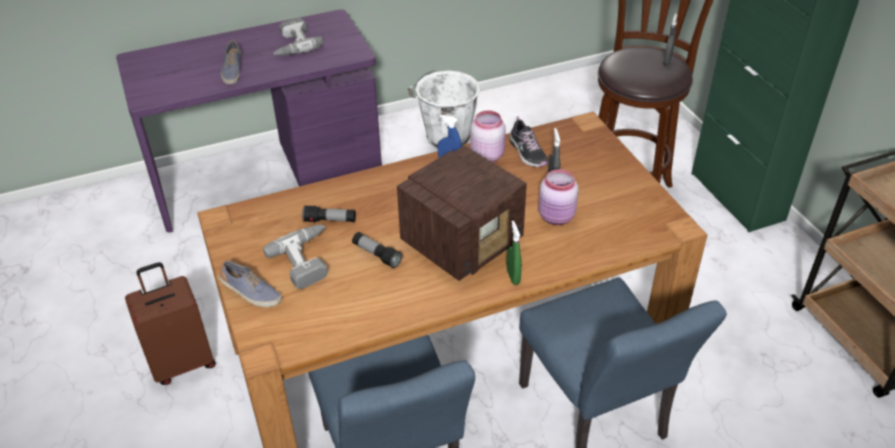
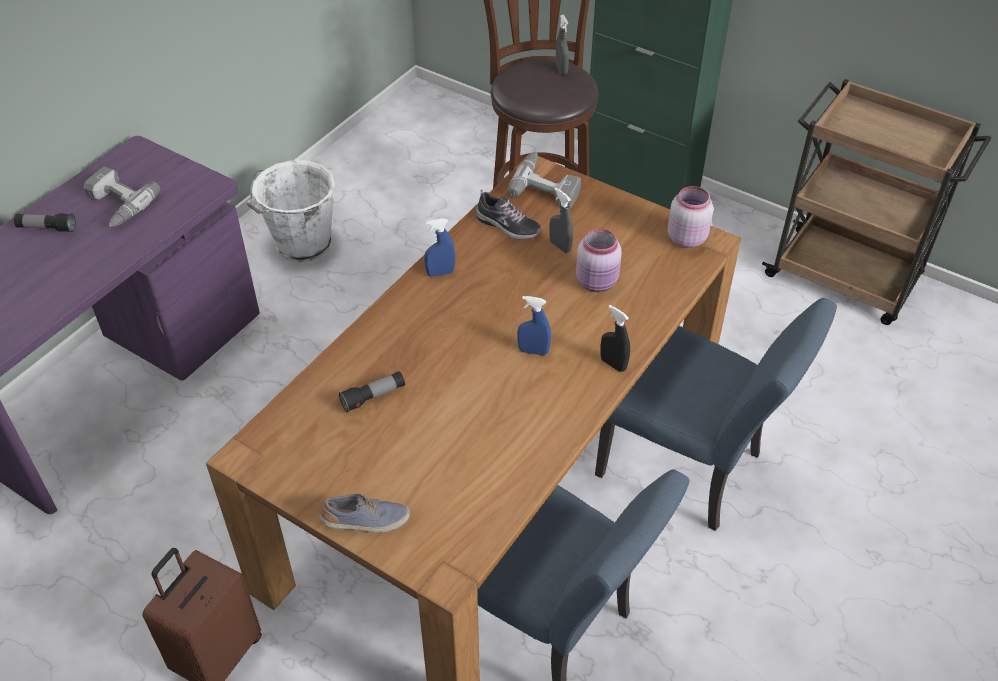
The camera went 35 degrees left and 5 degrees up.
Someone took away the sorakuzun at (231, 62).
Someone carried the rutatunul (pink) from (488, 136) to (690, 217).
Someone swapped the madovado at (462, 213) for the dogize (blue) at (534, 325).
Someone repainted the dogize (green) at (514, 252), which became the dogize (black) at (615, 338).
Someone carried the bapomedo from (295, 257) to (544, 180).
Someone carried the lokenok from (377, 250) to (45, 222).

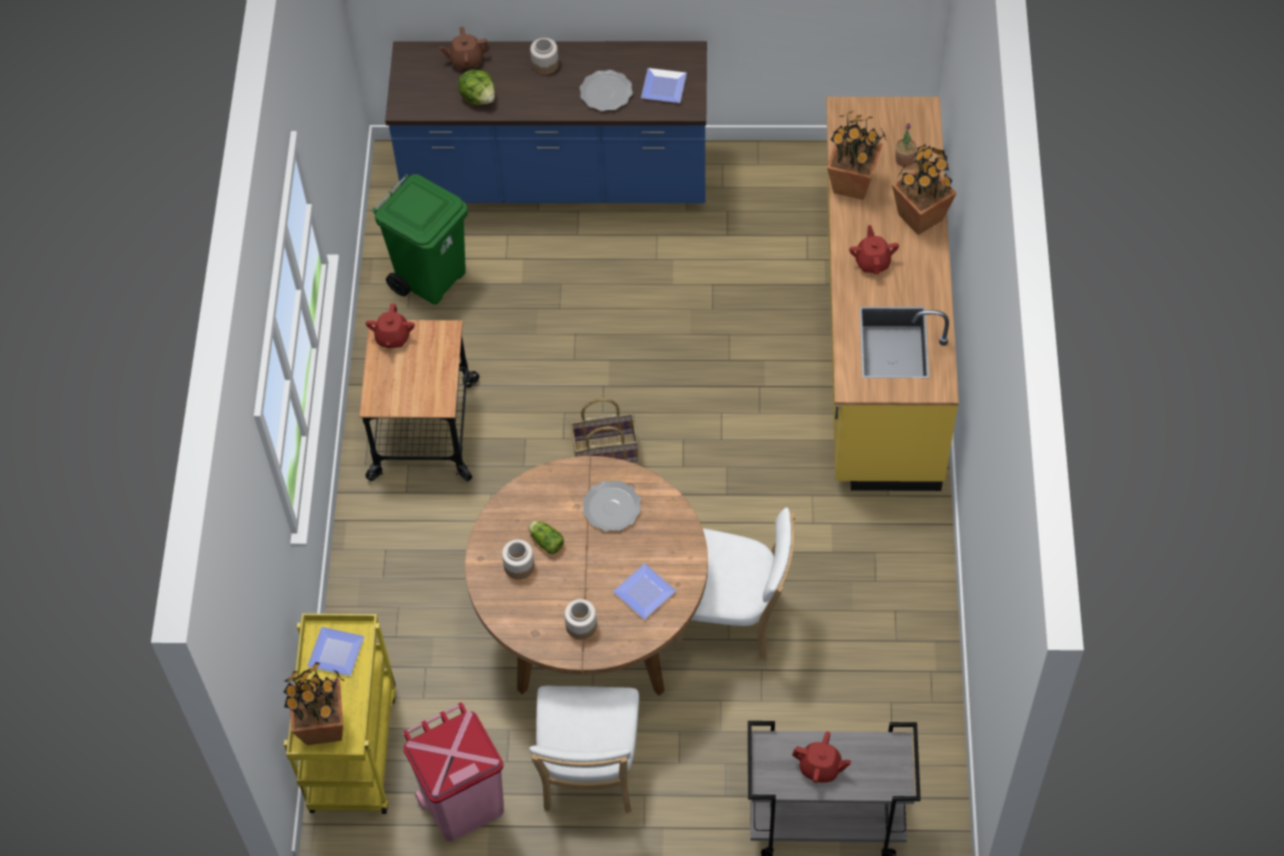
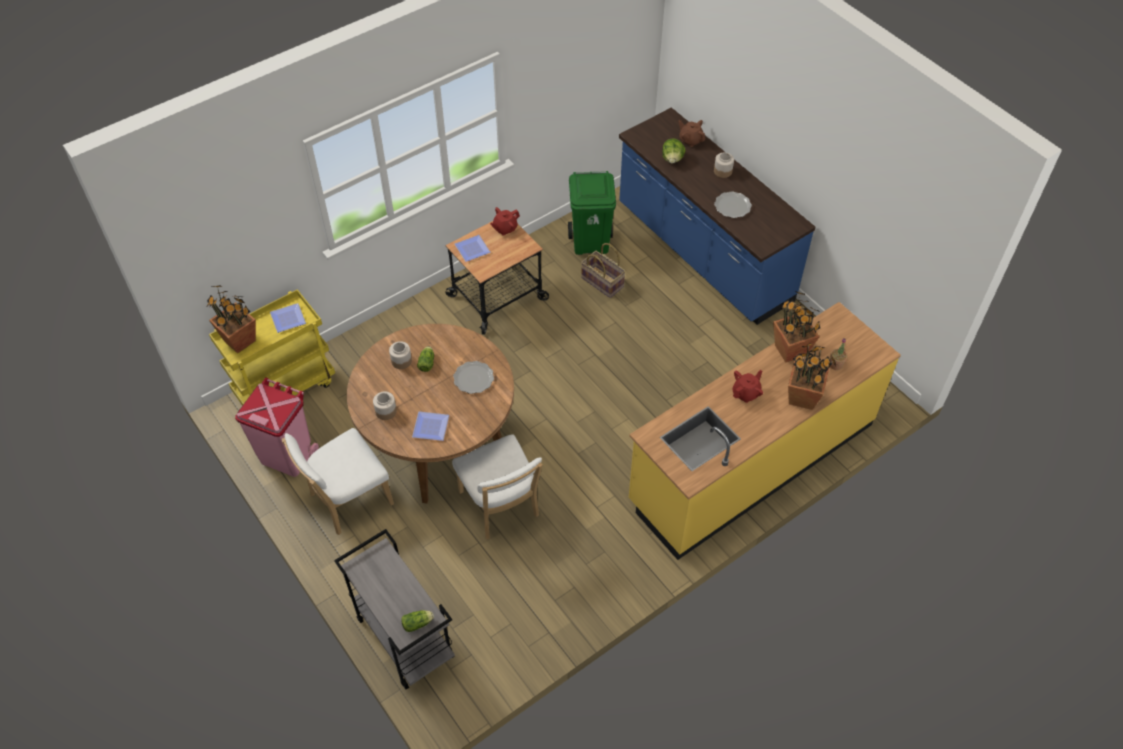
The camera went 50 degrees right and 5 degrees down.
Someone carried the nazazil from (664, 85) to (473, 248).
Someone carried the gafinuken from (604, 430) to (603, 270).
Someone took away the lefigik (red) at (821, 757).
Someone put down the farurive at (417, 621).

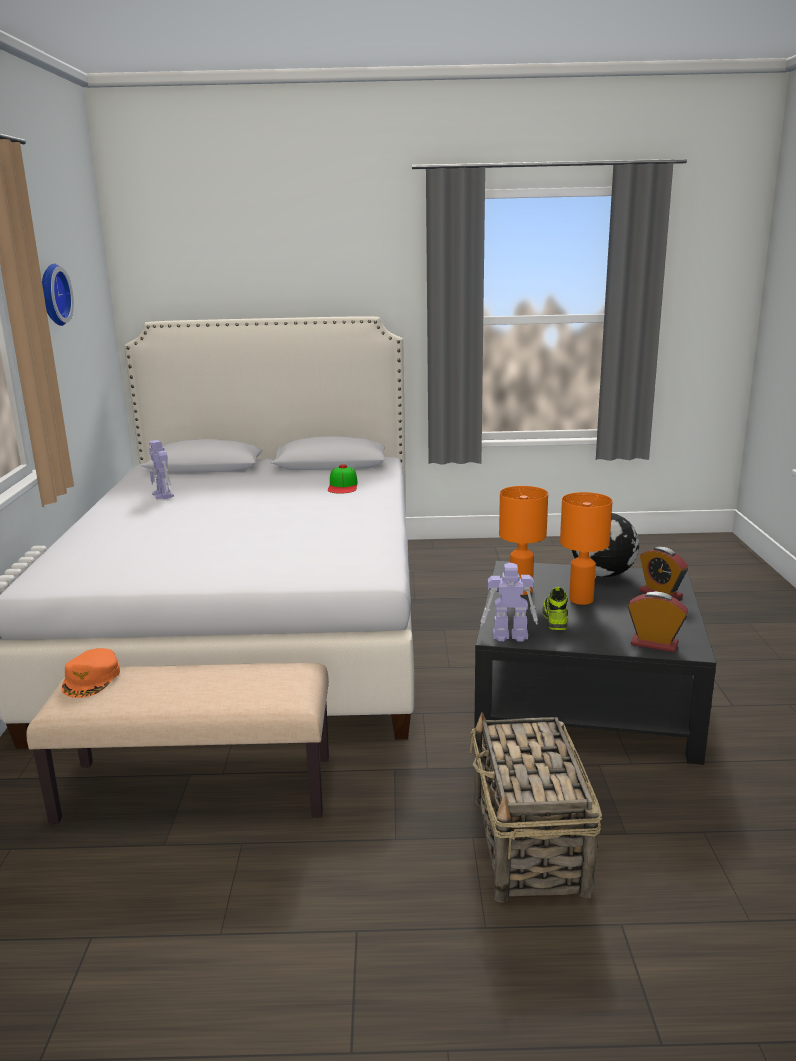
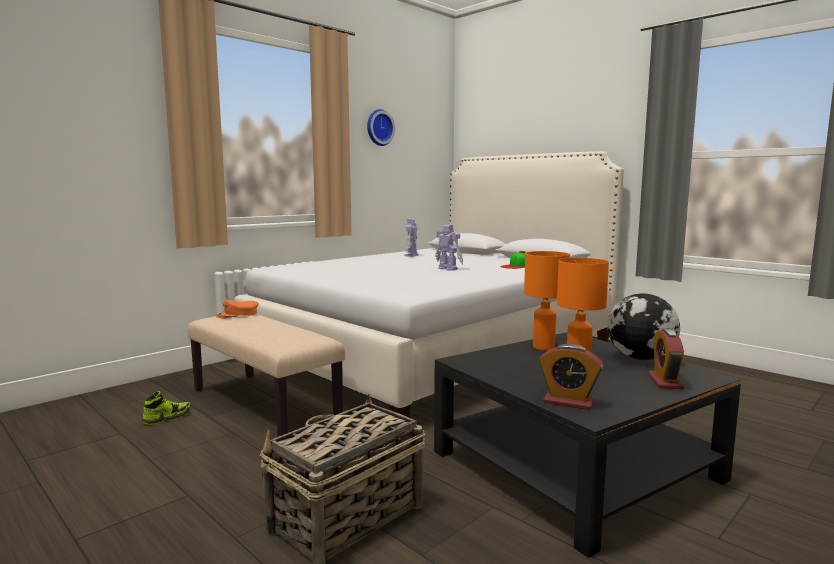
The camera went 45 degrees right and 10 degrees down.
Someone carried the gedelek from (509, 602) to (449, 248).
Someone carried the sorakuzun from (555, 608) to (166, 408).
Someone rotated the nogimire at (658, 622) by 135 degrees clockwise.

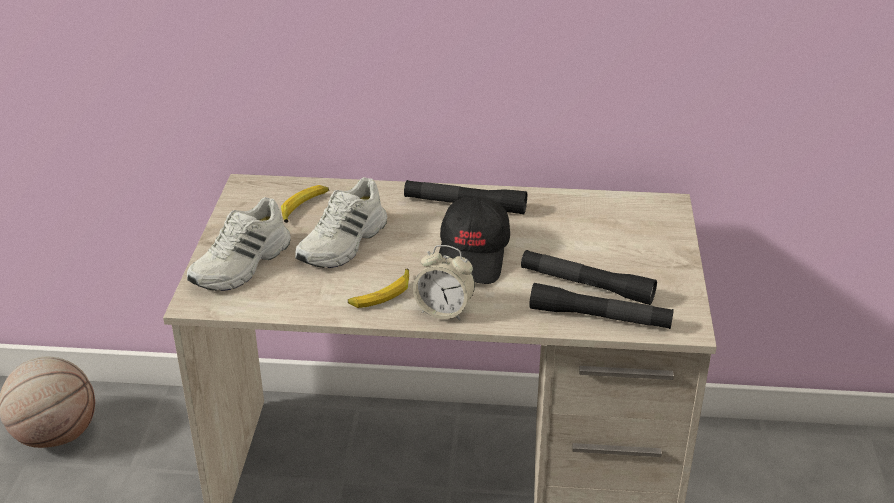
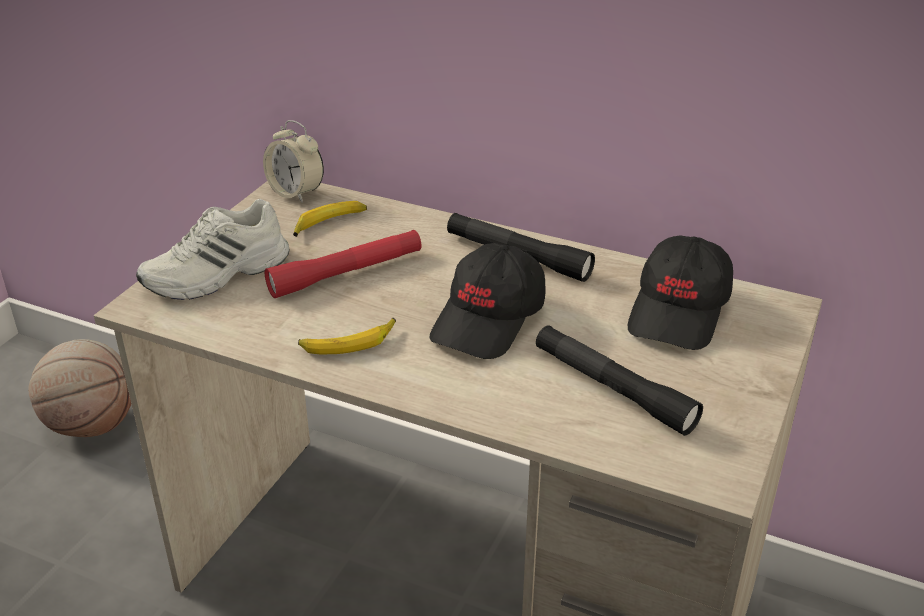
The camera went 20 degrees right and 0 degrees up.
Someone swapped the sorakuzun (white) at (341, 222) for the lokenok (red) at (343, 264).
Someone carried the nogimire from (444, 282) to (293, 161).
Someone took away the lokenok (black) at (601, 306).
Someone put down the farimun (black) at (680, 293).

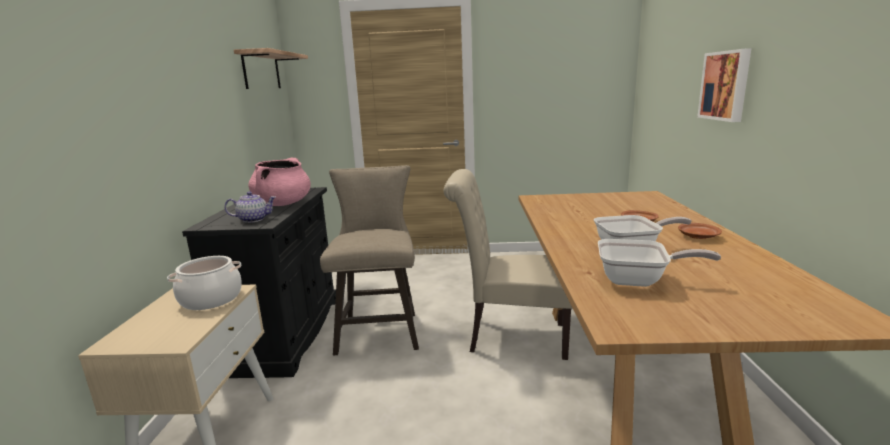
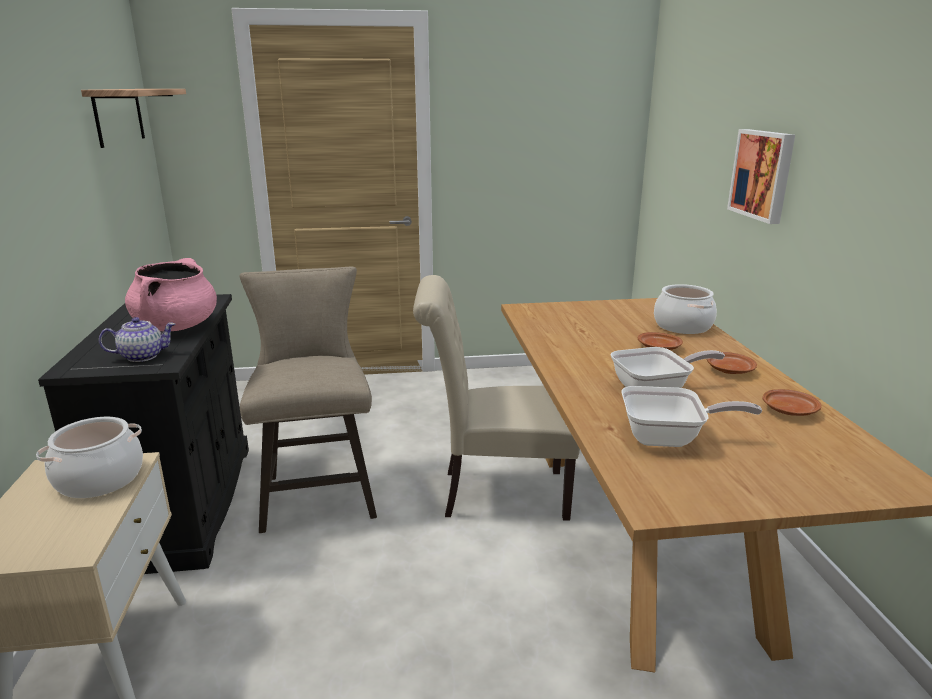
The camera went 10 degrees left and 5 degrees up.
Someone put down the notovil at (685, 309).
Someone put down the nazazil (brown) at (792, 402).

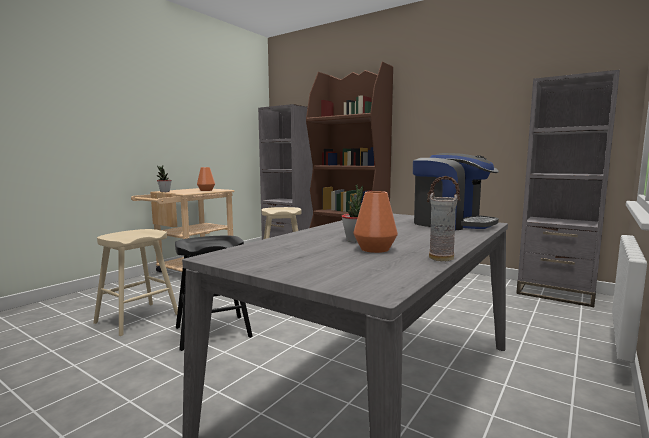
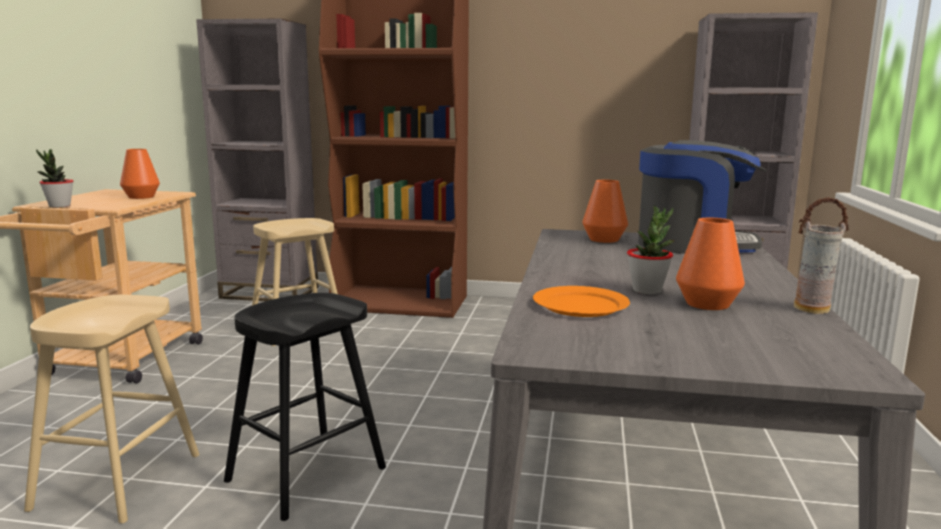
The camera went 25 degrees left and 5 degrees up.
Someone put down the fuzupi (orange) at (605, 211).
Someone put down the nazazil (orange) at (581, 301).

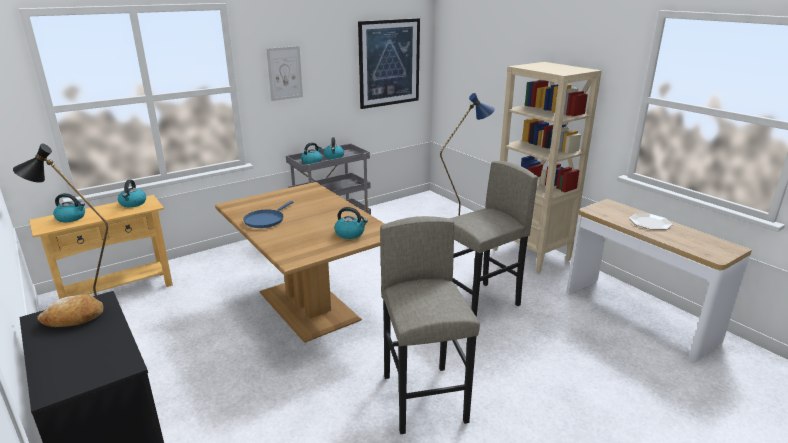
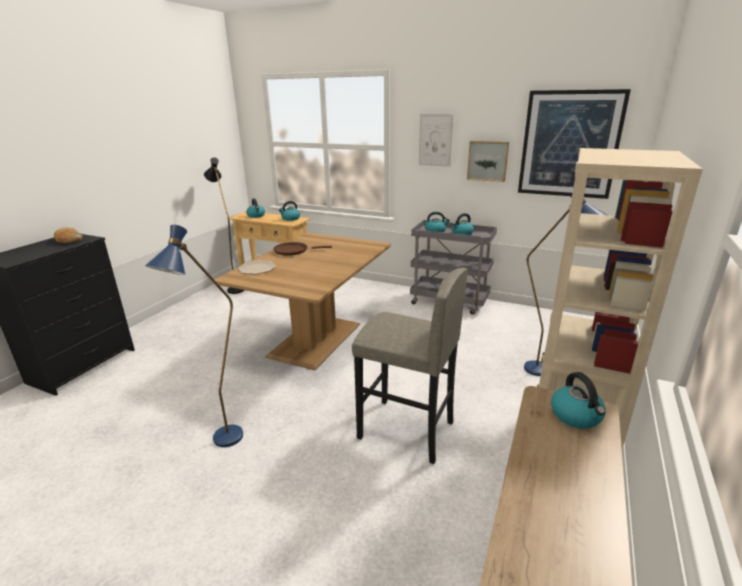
The camera went 60 degrees right and 0 degrees up.
Someone repainted the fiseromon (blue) at (268, 214), which became the fiseromon (brown) at (303, 249).
Someone carried the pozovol from (351, 223) to (578, 400).
Someone carried the nazazil from (651, 222) to (257, 267).
Someone swapped the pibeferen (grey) at (430, 325) for the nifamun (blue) at (194, 336).
Someone put up the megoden at (488, 161).

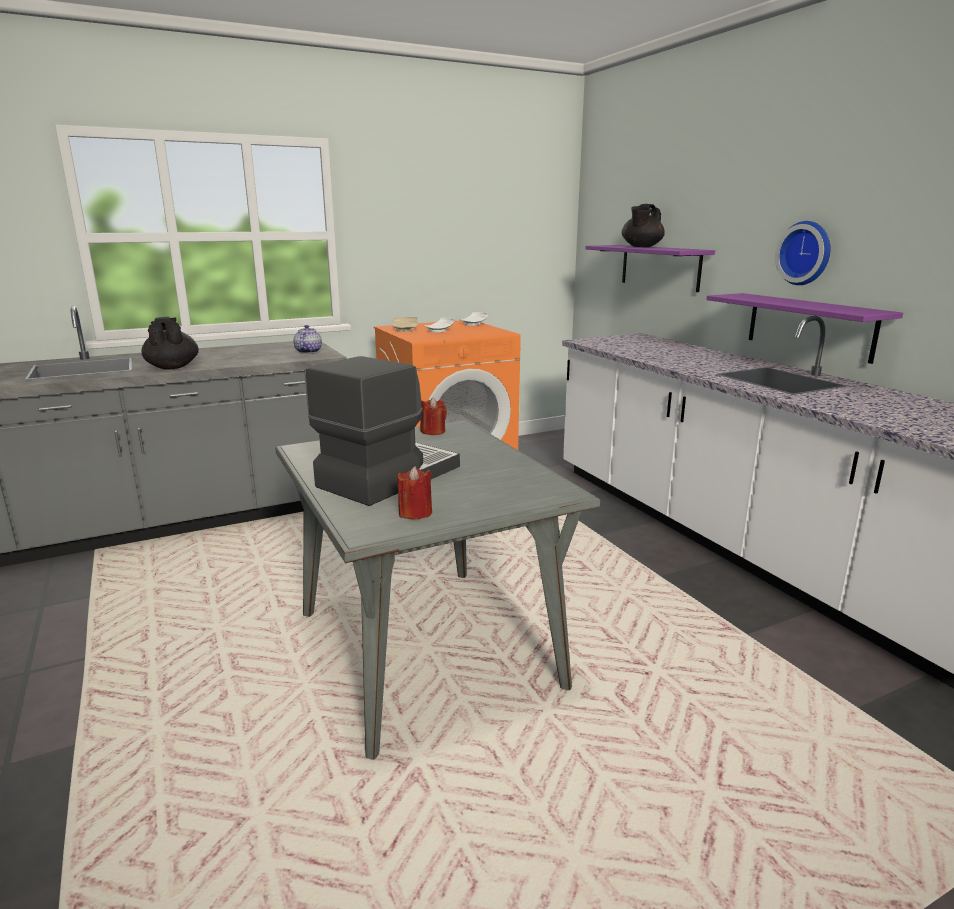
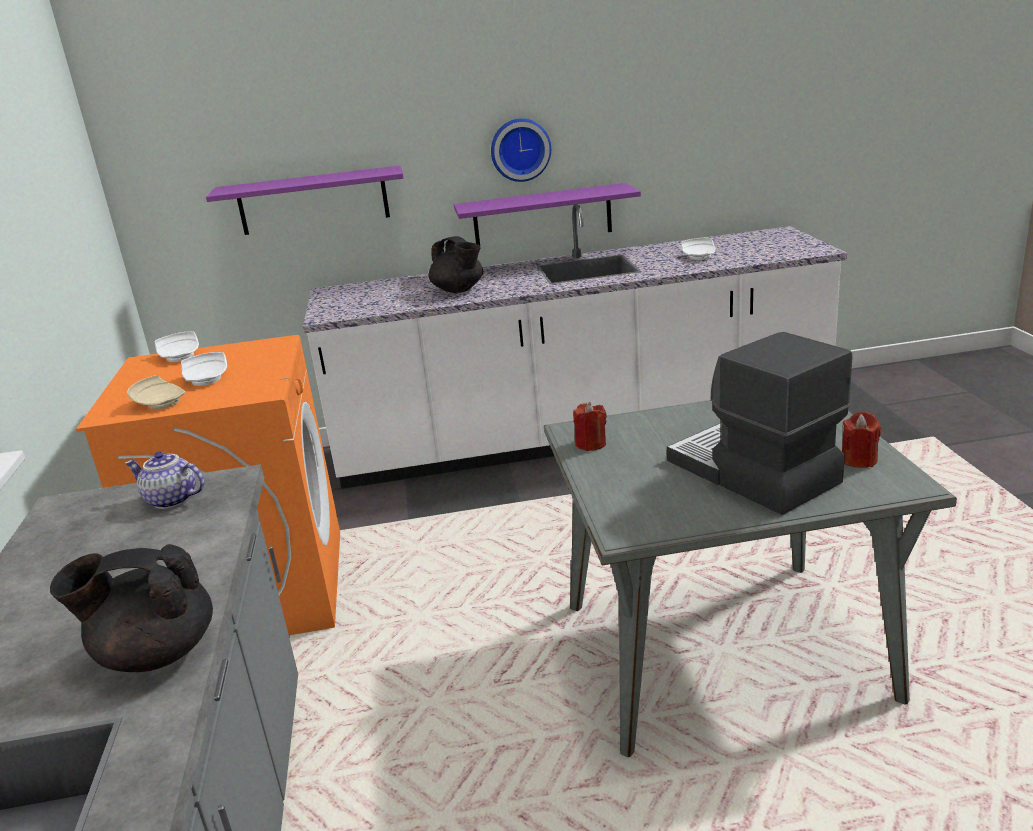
The camera went 70 degrees left and 5 degrees up.
Someone carried the lefigik (black) from (643, 225) to (456, 264).
Someone put down the nazazil (white) at (698, 249).

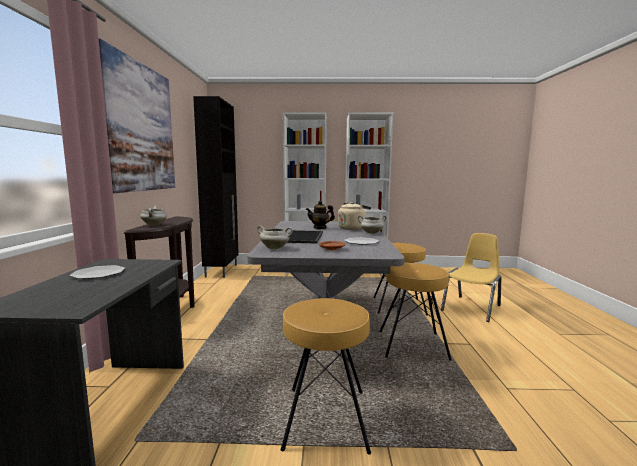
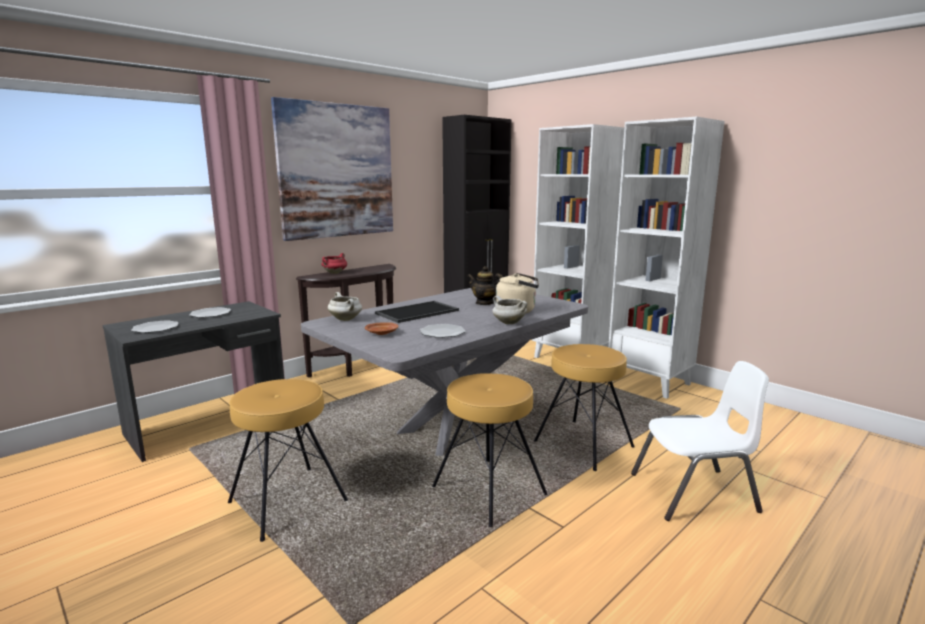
The camera went 45 degrees right and 5 degrees up.
Someone repainted the notovil (white) at (153, 216), which became the notovil (red) at (334, 263).
Someone repainted the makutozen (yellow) at (471, 277), which became the makutozen (white) at (700, 441).
Someone put down the nazazil at (155, 326).

